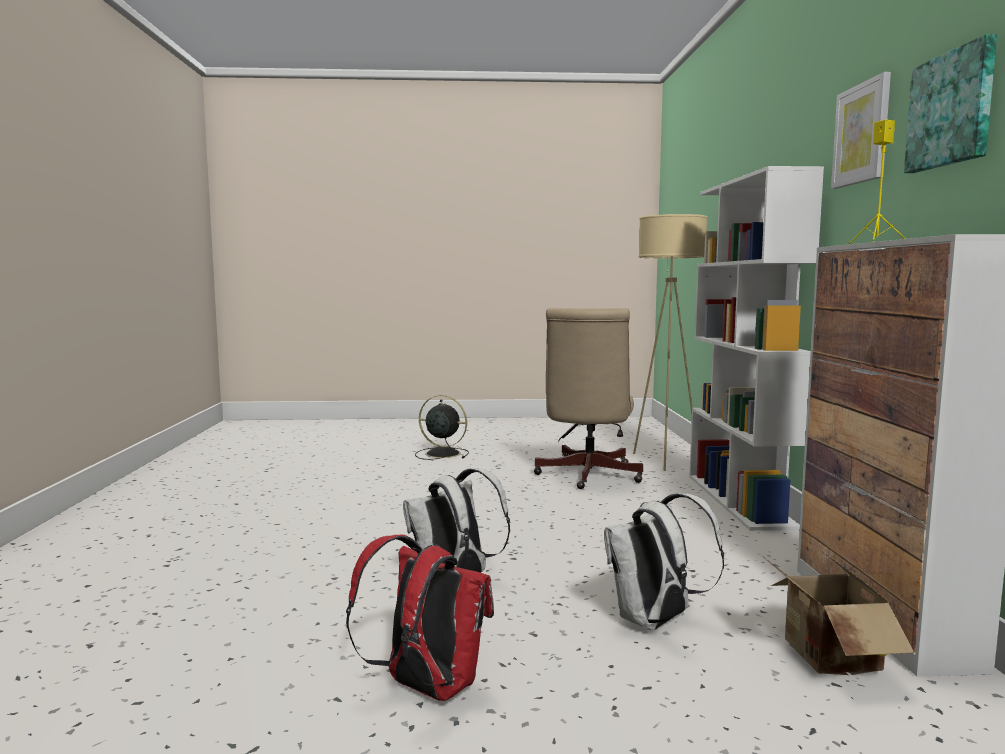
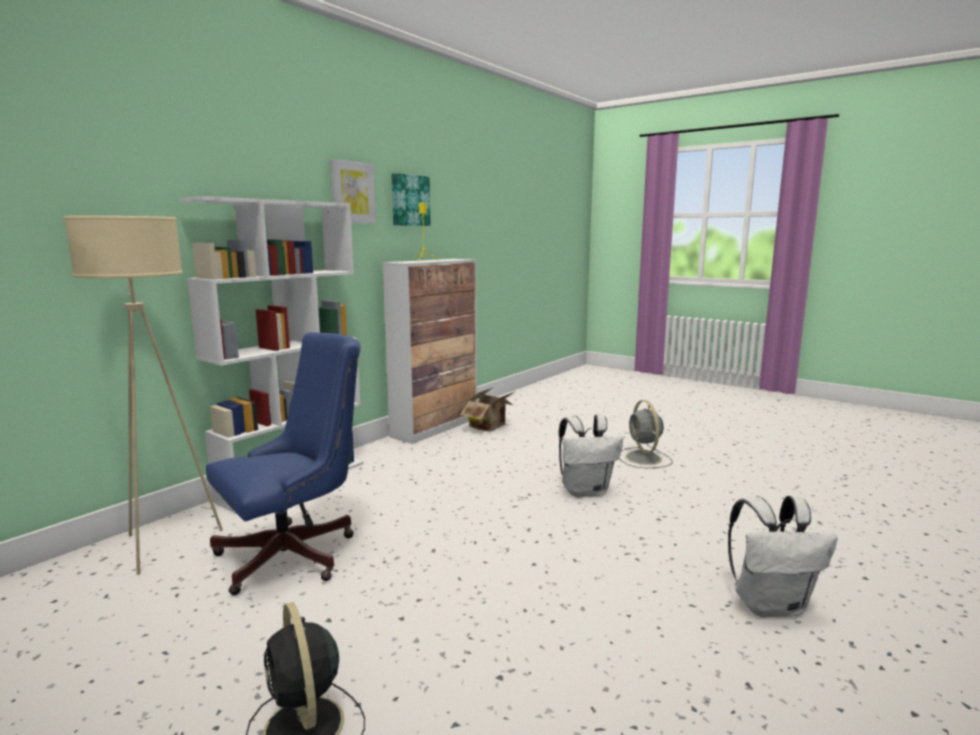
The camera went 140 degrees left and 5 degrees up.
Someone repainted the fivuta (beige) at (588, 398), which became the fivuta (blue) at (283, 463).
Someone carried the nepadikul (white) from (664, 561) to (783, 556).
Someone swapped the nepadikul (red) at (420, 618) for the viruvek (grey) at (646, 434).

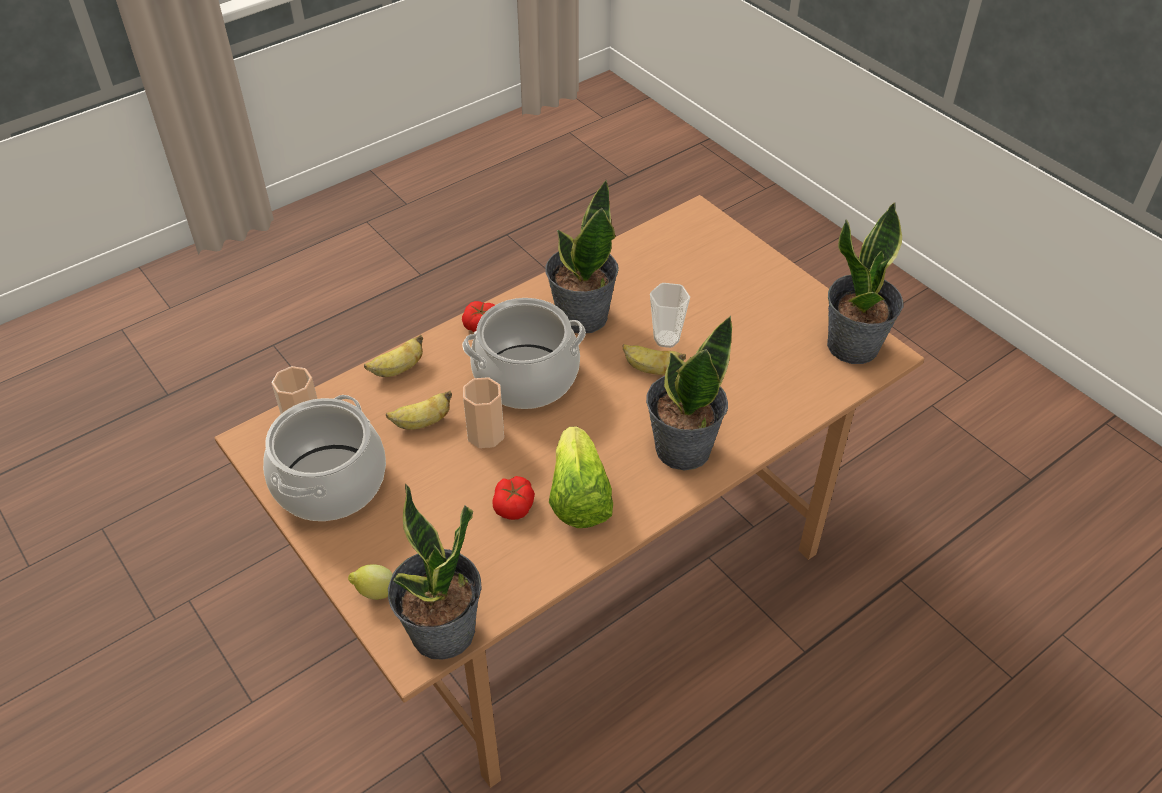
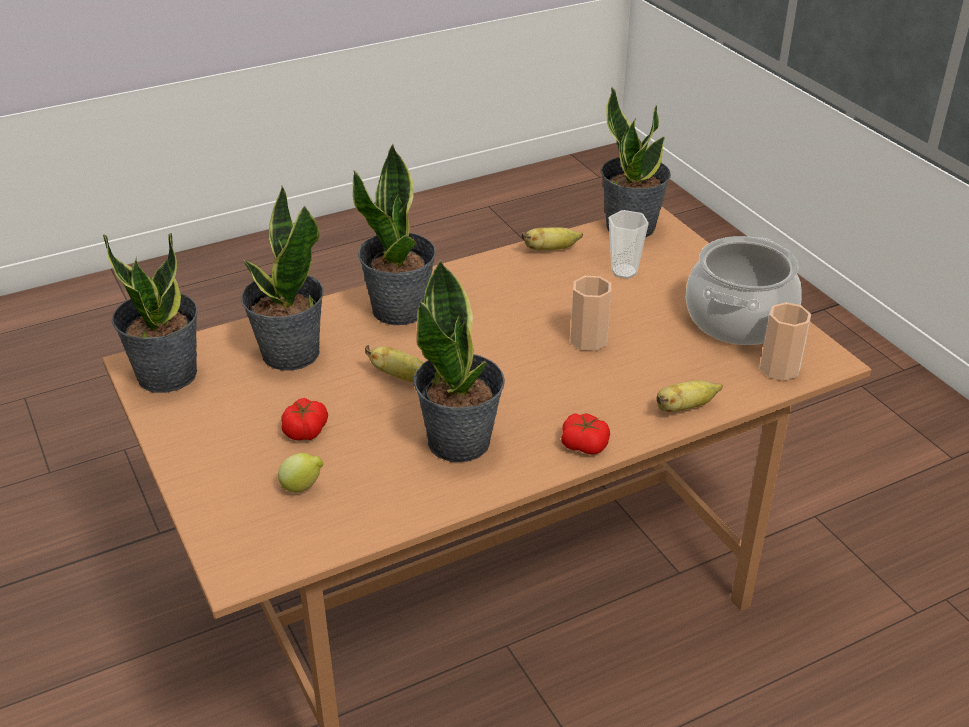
The camera went 170 degrees left and 10 degrees down.
Someone carried the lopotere from (670, 315) to (629, 244).
Someone took away the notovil at (524, 353).
Someone carried the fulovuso from (419, 410) to (552, 238).
Someone took away the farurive at (581, 477).
Someone carried the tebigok from (514, 498) to (304, 419).
Someone carried the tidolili from (370, 582) to (301, 473).
Someone put down the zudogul at (282, 278).

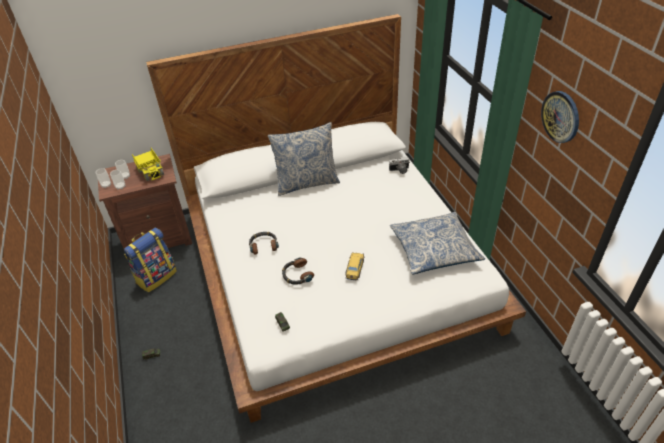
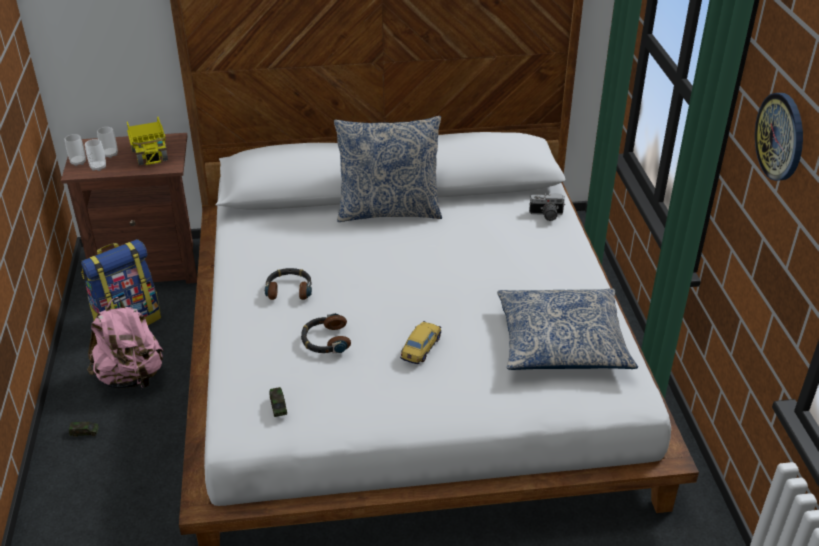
The camera went 10 degrees right and 5 degrees down.
Someone put down the nepadikul (pink) at (125, 343).

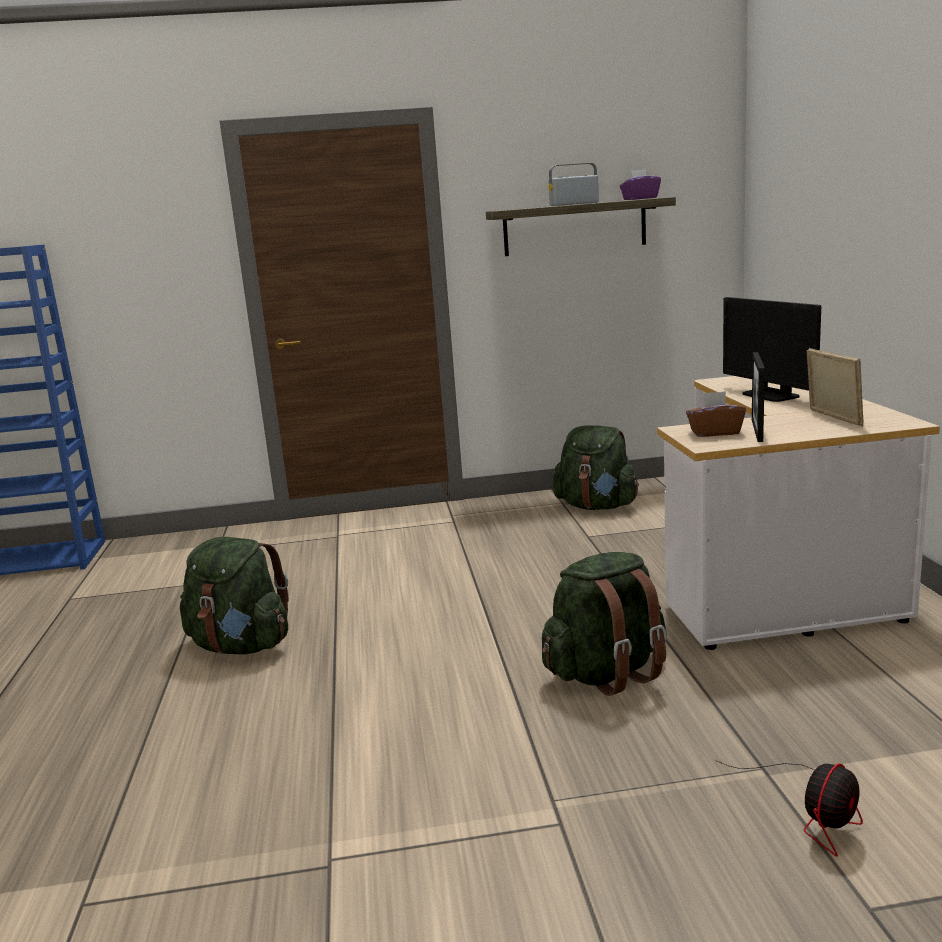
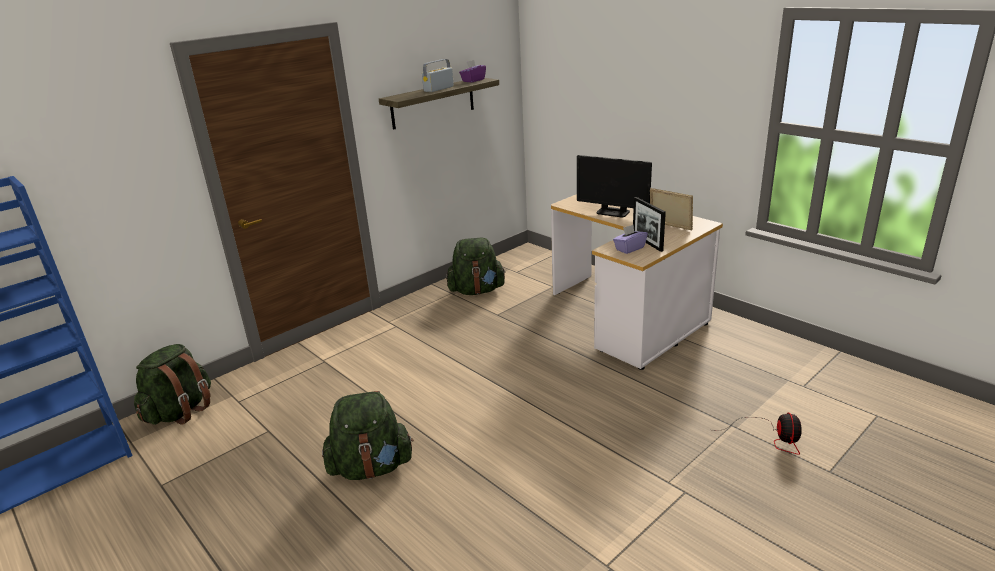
The camera went 35 degrees left and 10 degrees up.
Someone repainted the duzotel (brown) at (716, 414), which became the duzotel (purple) at (630, 239).
Someone carried the nepadikul (green) from (604, 624) to (172, 384).

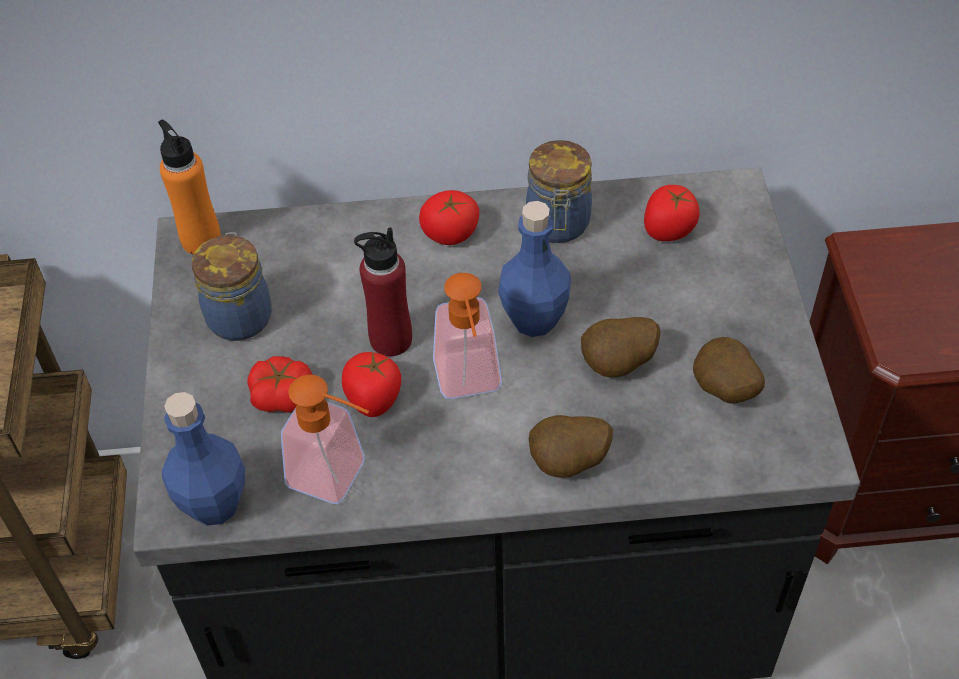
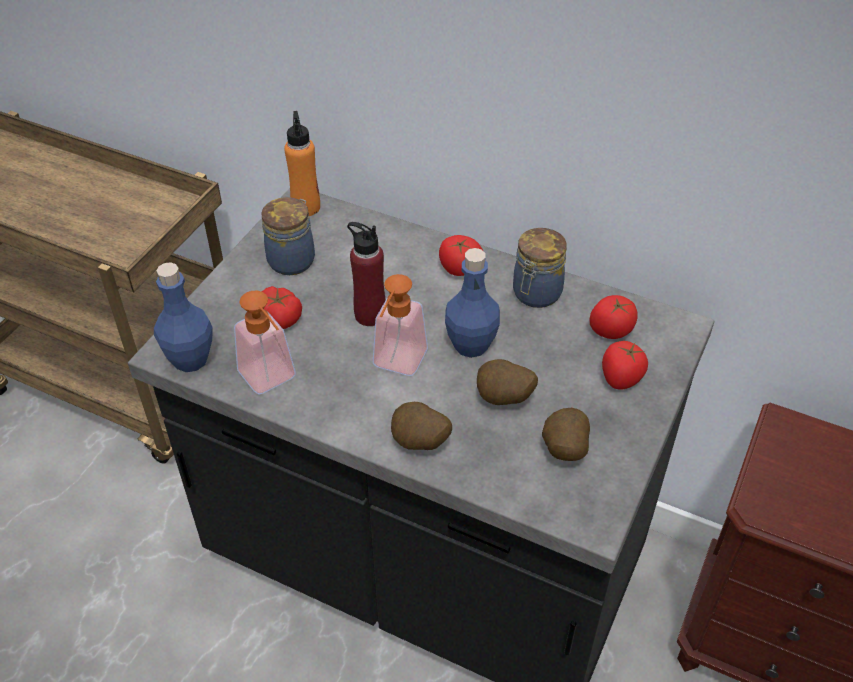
The camera went 30 degrees right and 5 degrees down.
Someone carried the tebigok from (371, 384) to (625, 365).

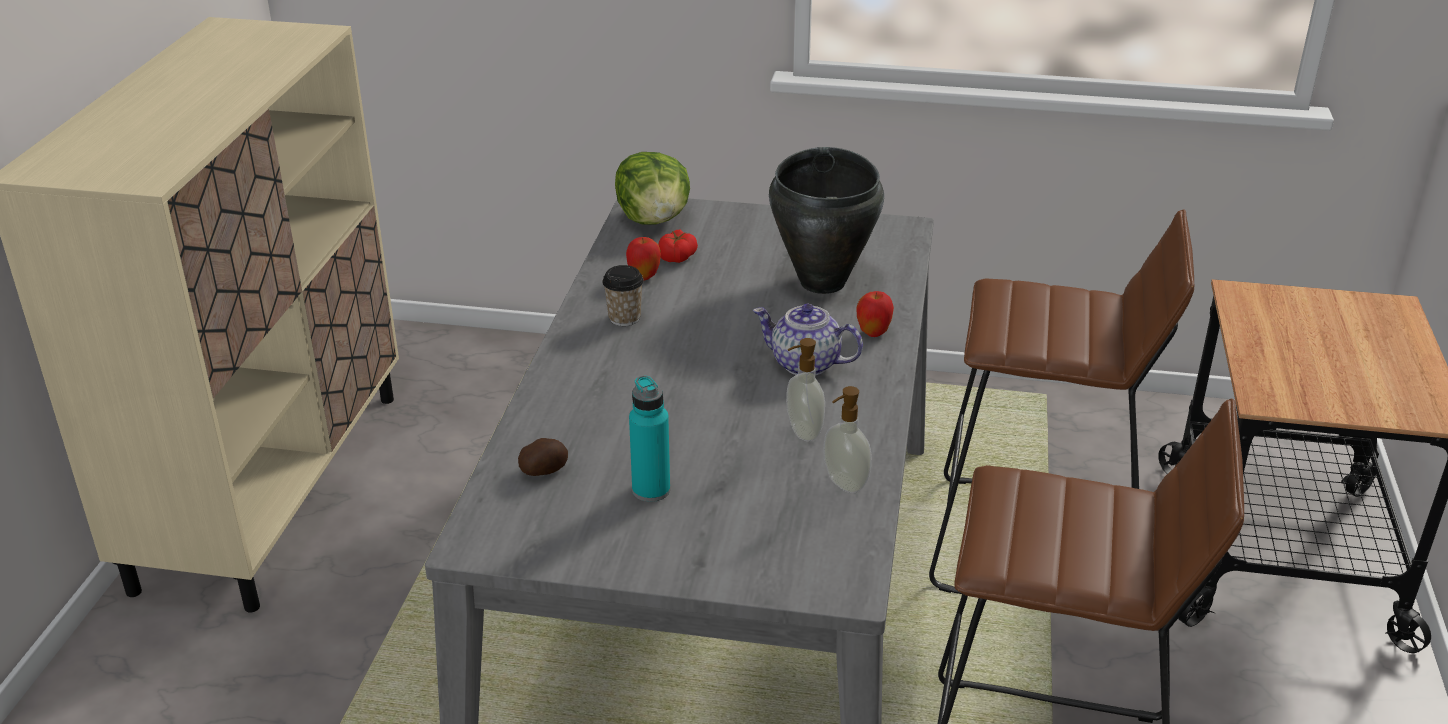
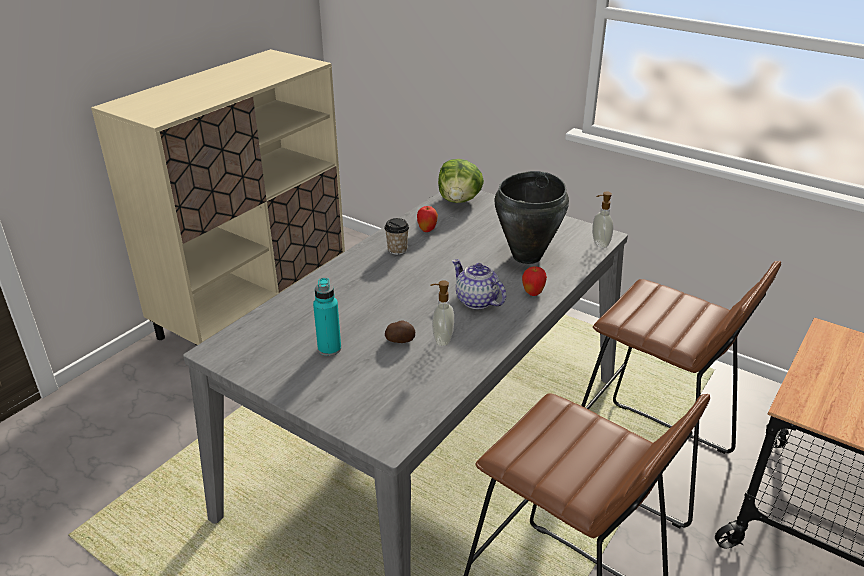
The camera went 25 degrees right and 0 degrees up.
Someone took away the tebigok at (678, 246).
Someone carried the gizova from (847, 439) to (603, 220).
Someone carried the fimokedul from (543, 457) to (400, 331).

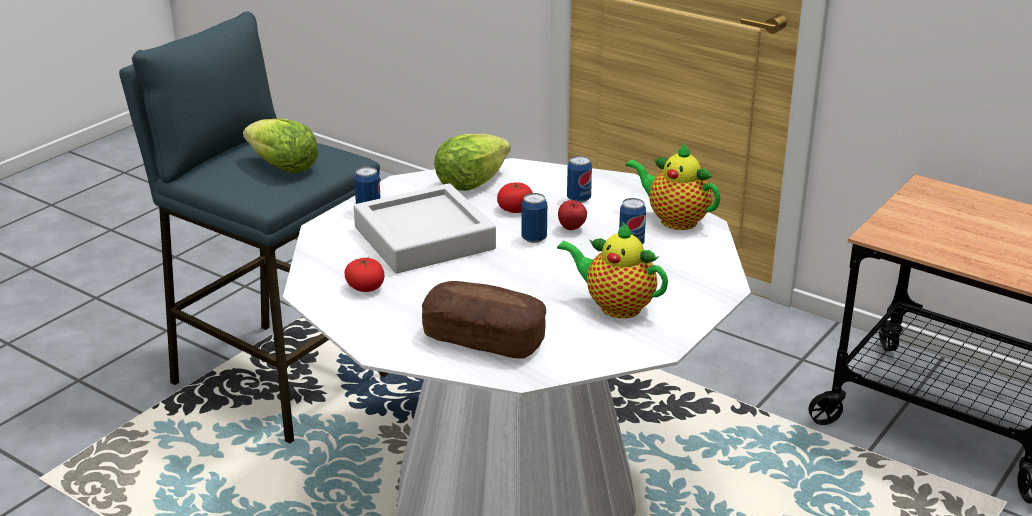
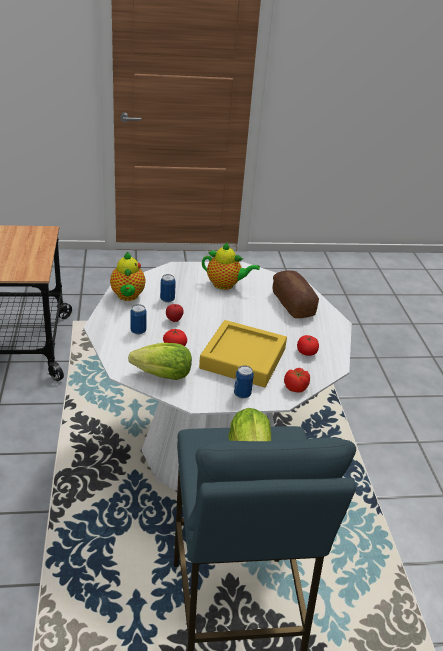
The camera went 135 degrees left and 5 degrees up.
Someone repainted the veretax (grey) at (425, 228), which became the veretax (yellow) at (243, 353).
Someone took away the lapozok at (534, 218).
Someone rotated the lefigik at (612, 269) by 60 degrees counterclockwise.
Someone put down the tebigok at (297, 380).

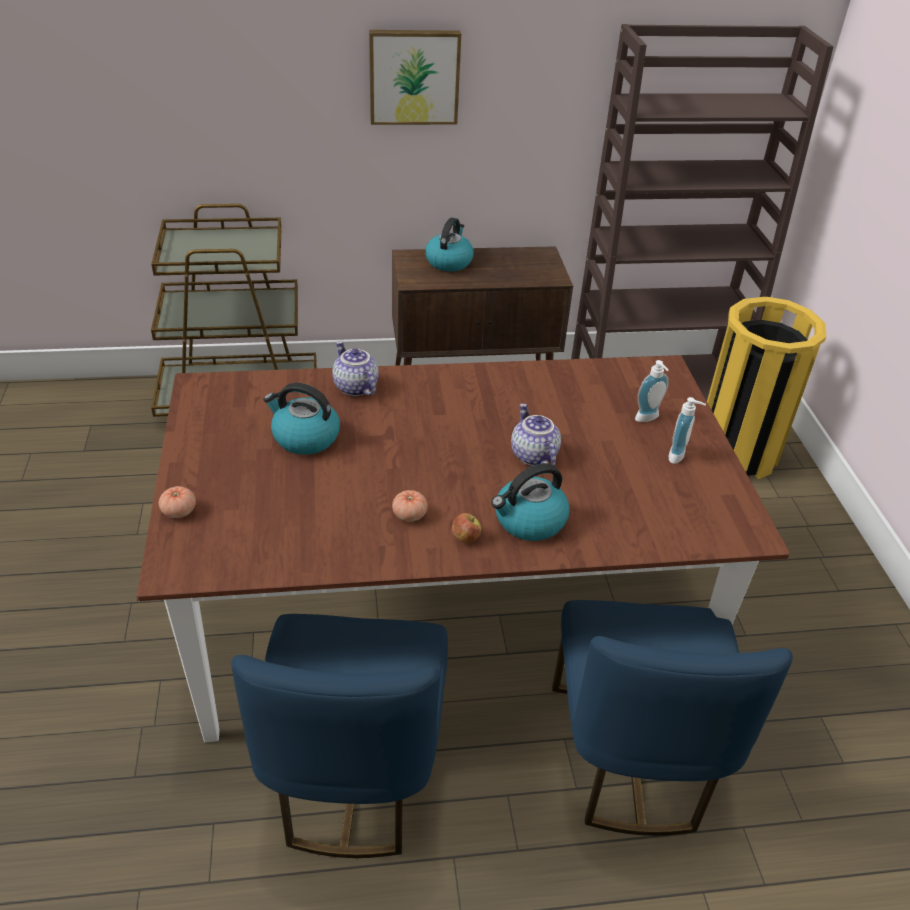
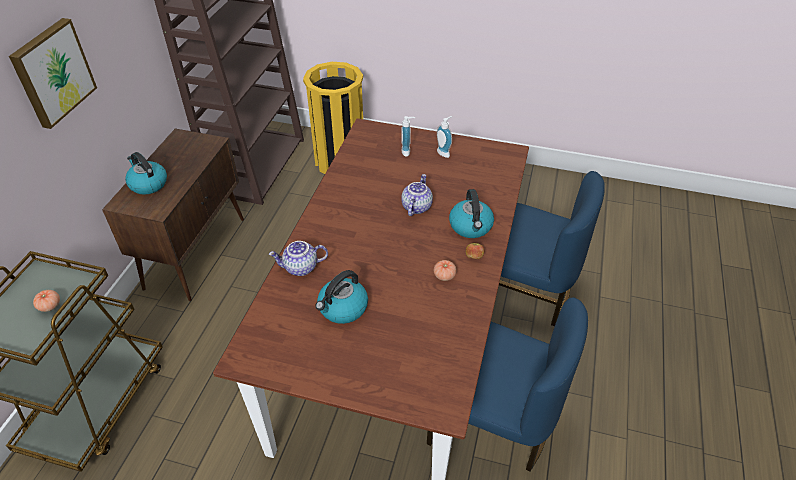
The camera went 65 degrees left and 5 degrees up.
Someone rotated the lefigik at (536, 434) by 105 degrees clockwise.
Someone carried the tebigok from (177, 502) to (46, 301).

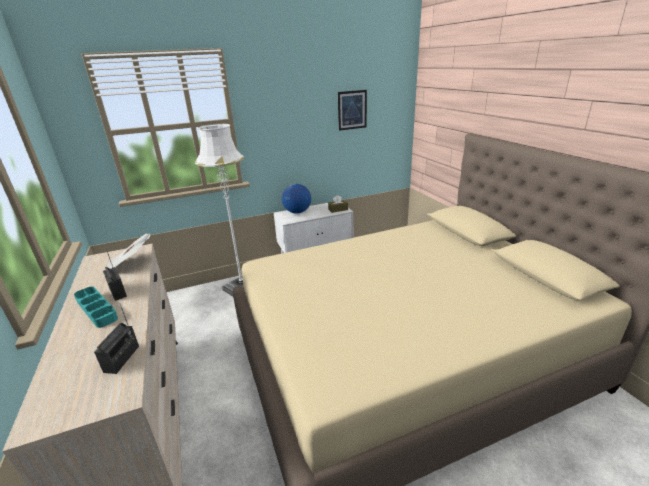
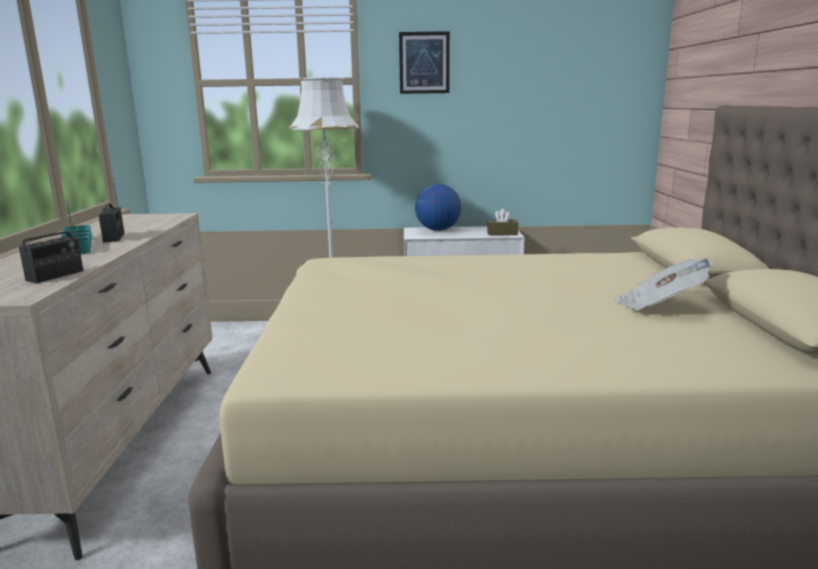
The camera went 20 degrees right and 10 degrees down.
Someone carried the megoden from (352, 110) to (424, 62).
Someone carried the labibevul from (128, 251) to (664, 284).

